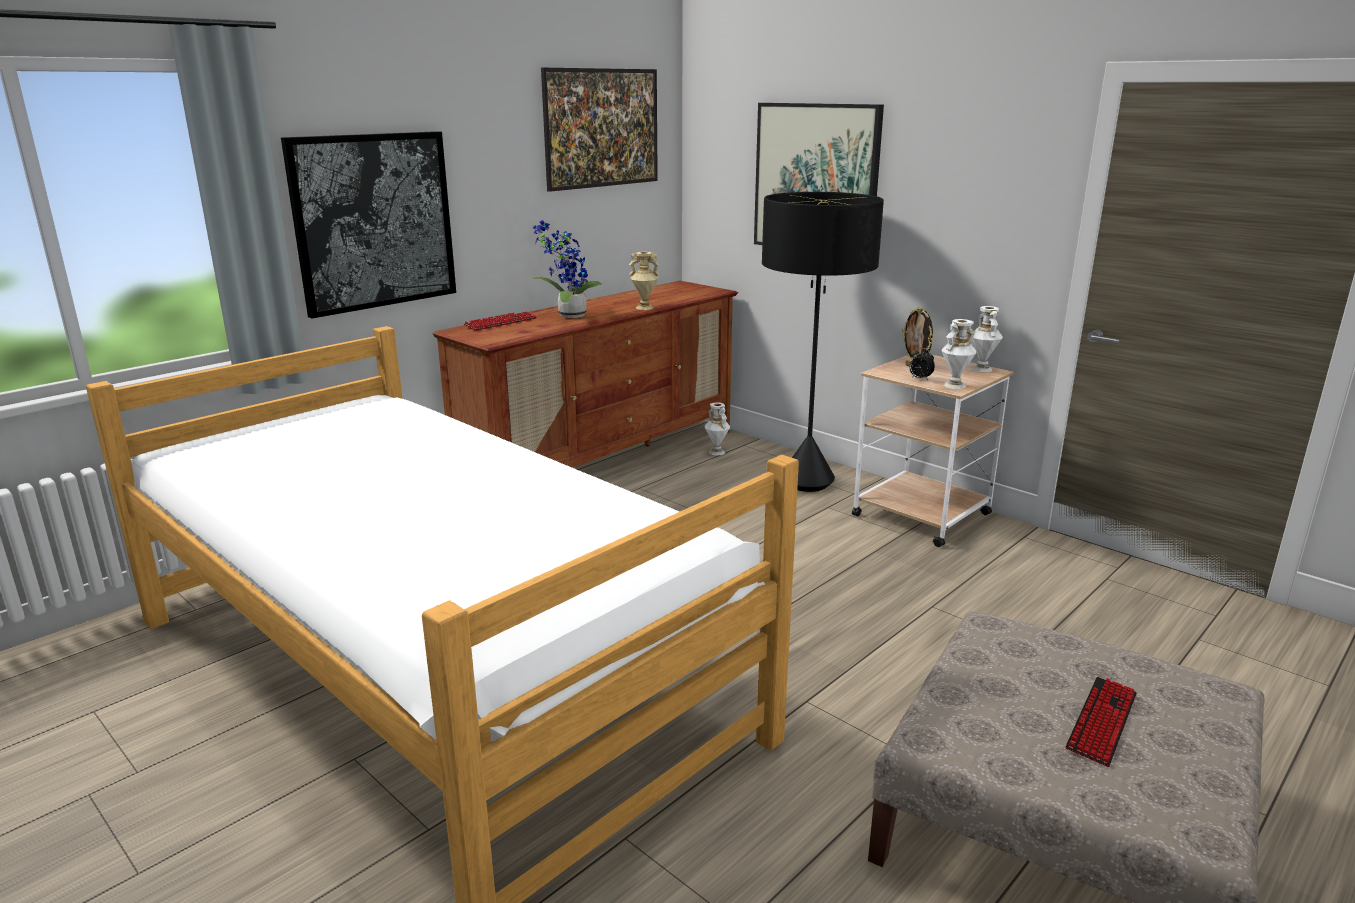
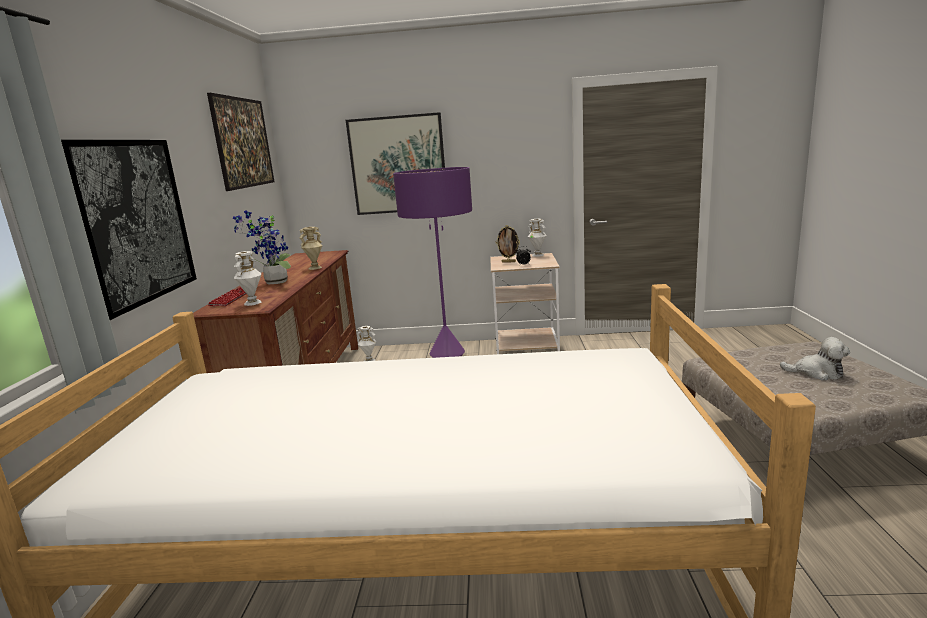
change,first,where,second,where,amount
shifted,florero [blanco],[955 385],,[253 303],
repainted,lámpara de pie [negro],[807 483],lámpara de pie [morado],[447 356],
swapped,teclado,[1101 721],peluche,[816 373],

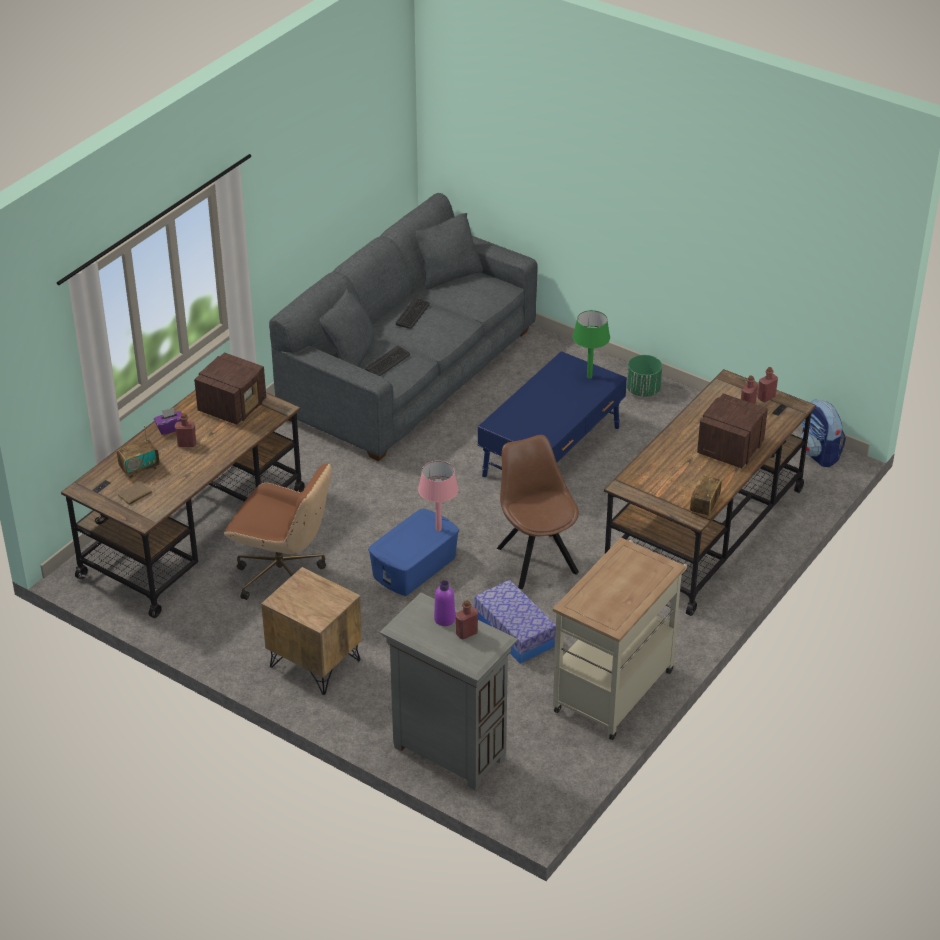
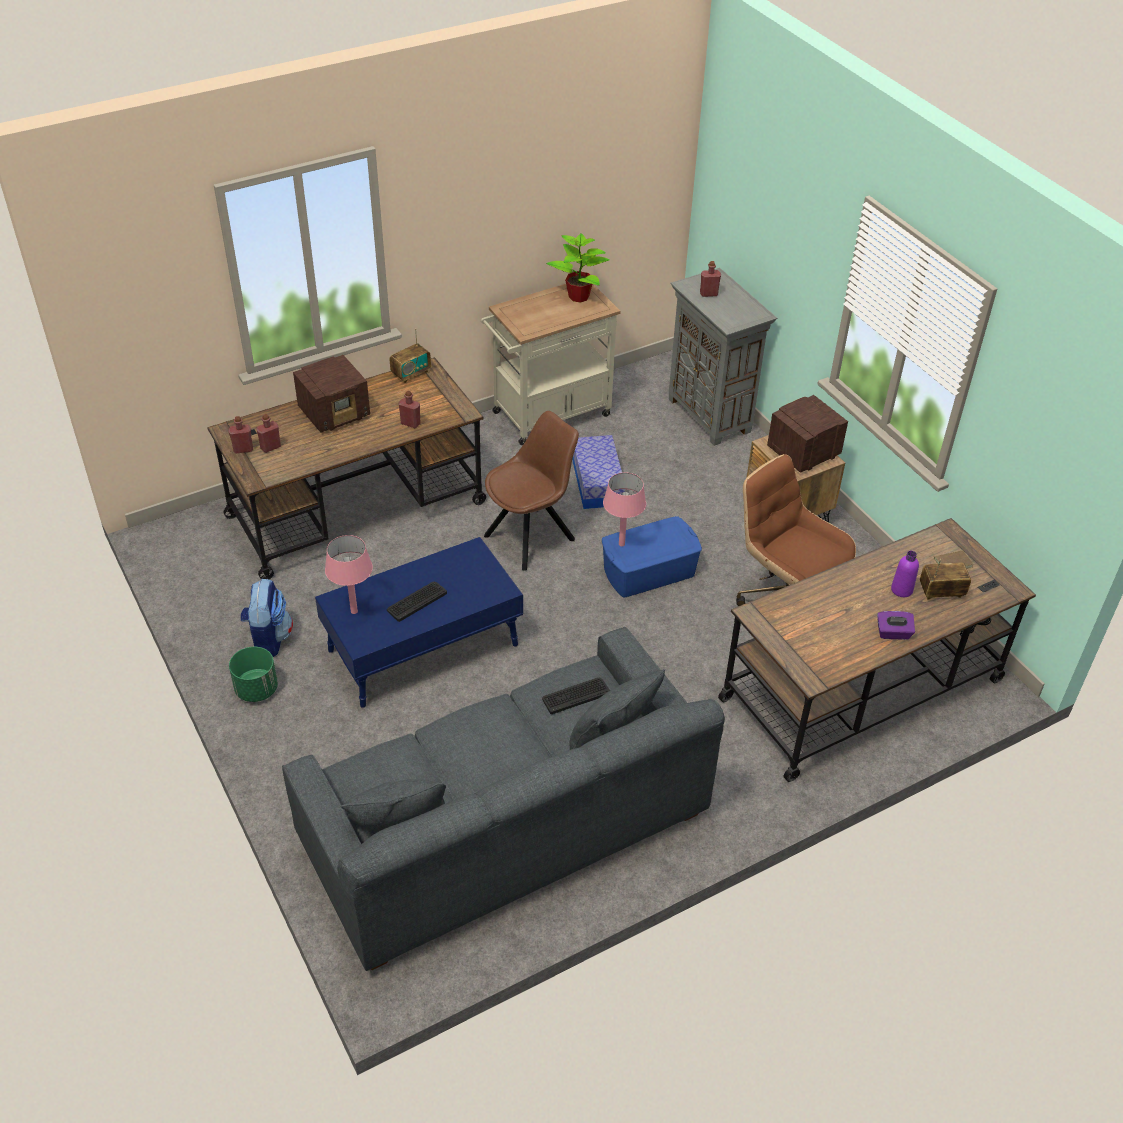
change,first,where,second,where,amount
shifted,mochila,[819 454],,[268 639],
repainted,lámpara de mesa [verde],[589 376],lámpara de mesa [rosa],[354 611],
shifted,teclado,[413 314],,[416 601],
shifted,botella [rojo],[187 444],,[410 423],
rotated,silla [marrón],[536 560],,[530 538],135 degrees counterclockwise
new,,,planta en maceta,[579 296],
shifted,radio,[233 406],,[802 452],
shifted,botella [morado],[444 619],,[901 590],

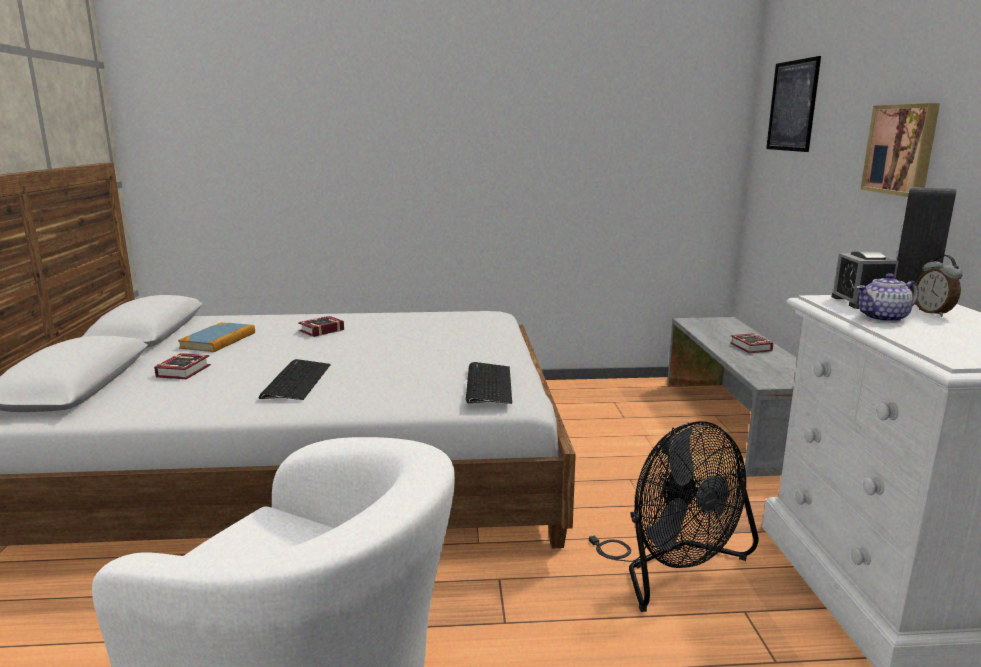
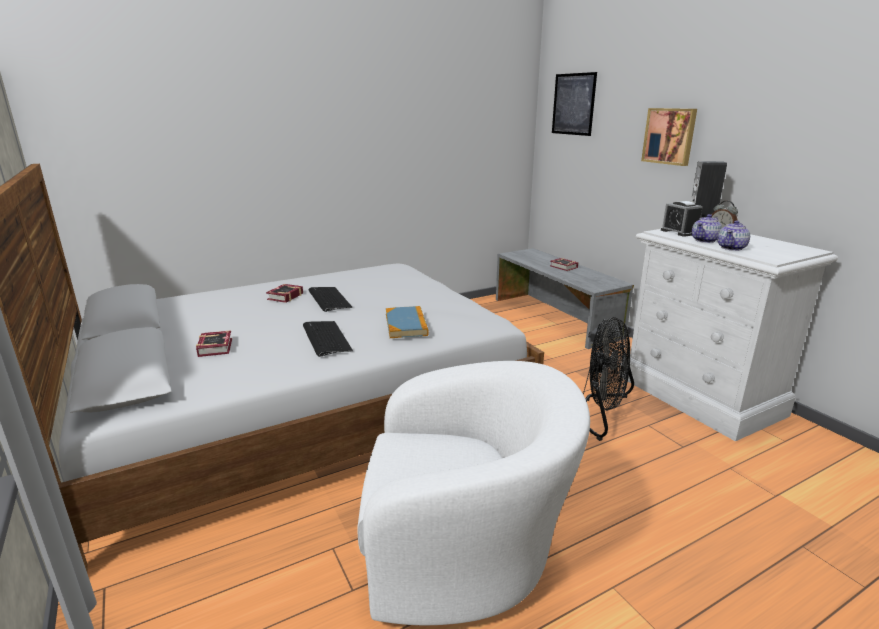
change,first,where,second,where,amount
shifted,teclado,[488 384],,[329 299],
shifted,libro,[218 340],,[406 325],
new,,,tetera,[731 248],

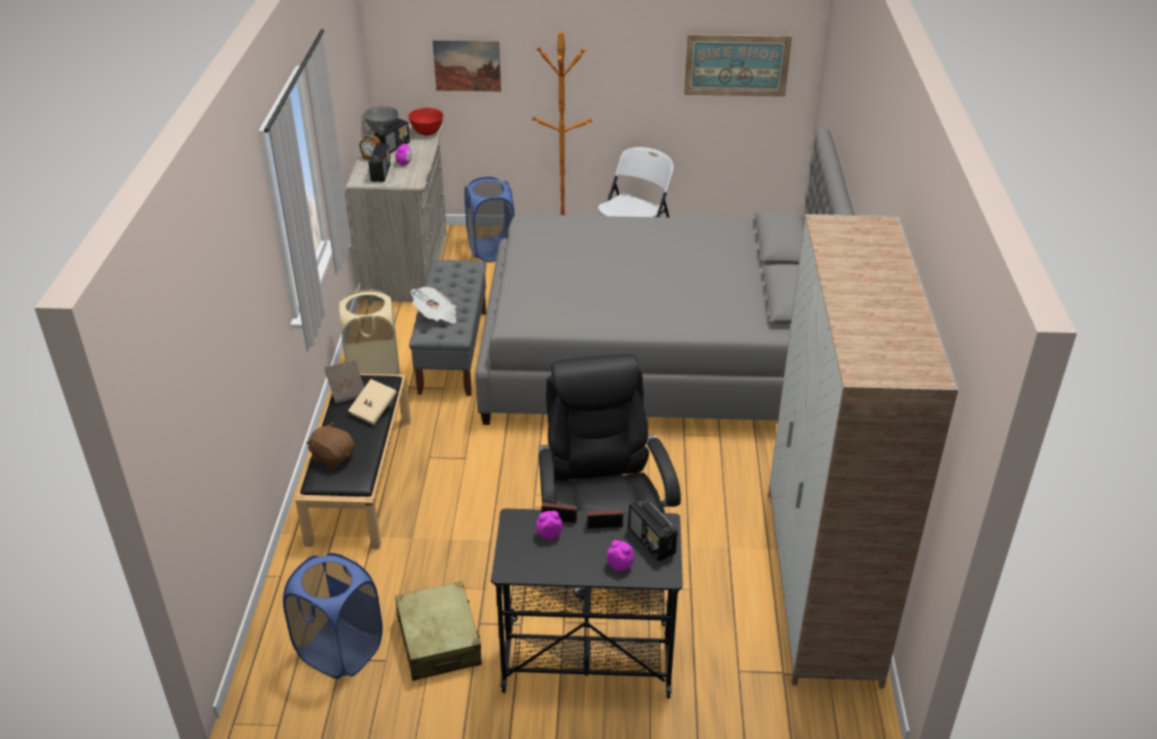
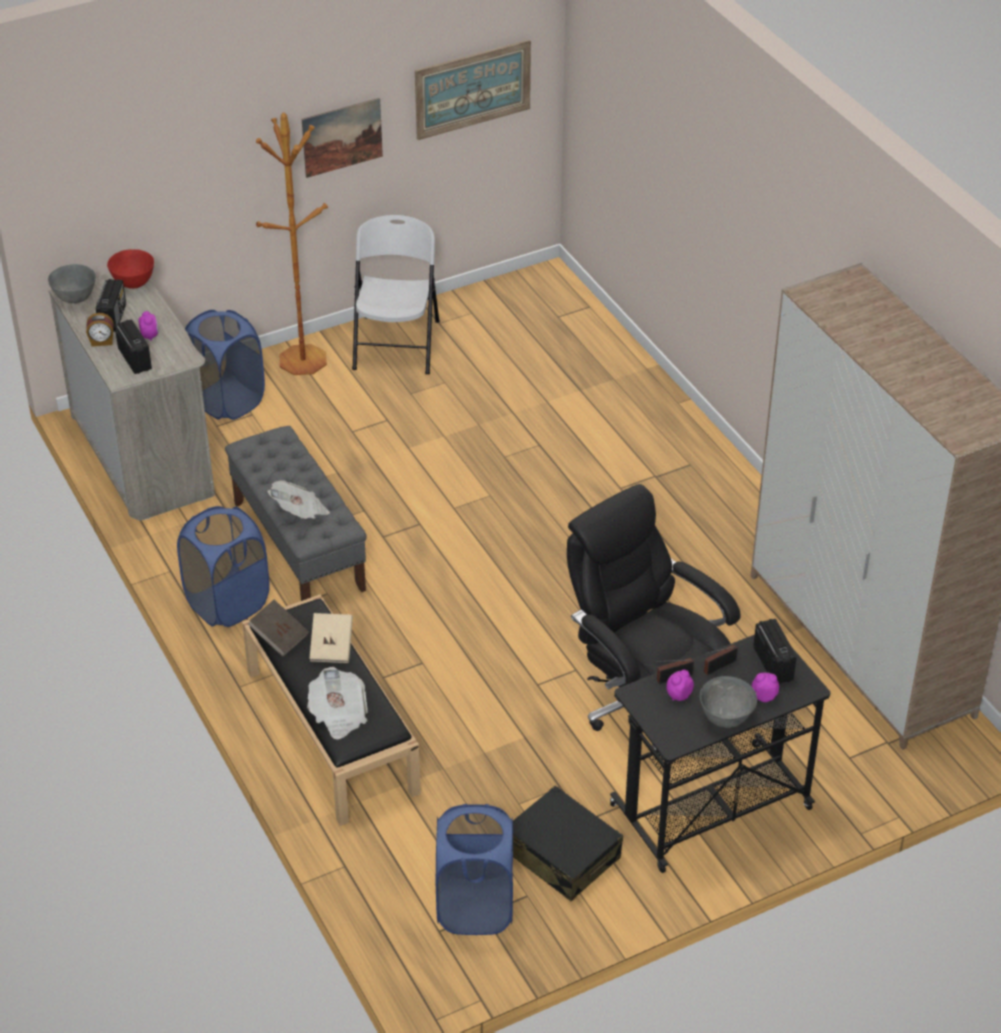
change,first,where,second,where,amount
repainted,cesto de la ropa [beis],[374 370],cesto de la ropa [azul],[228 603],
shifted,cuadro,[467 65],,[342 137],
swapped,peluche [marrón],[333 457],periódico,[338 715],
repainted,maleta [beis],[439 641],maleta [negro],[562 855],
new,,,cuenco [gris],[725 718],
rotated,radio,[652 542],,[773 663],135 degrees counterclockwise
gone,cama [gris],[656 357],,,

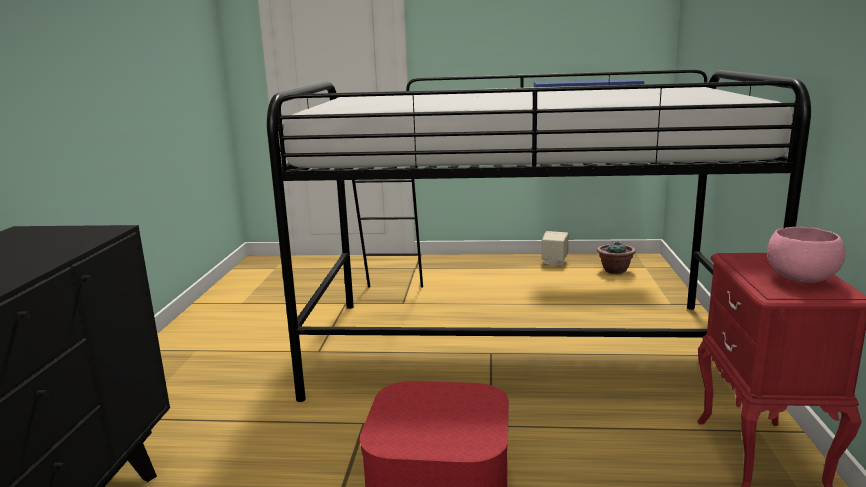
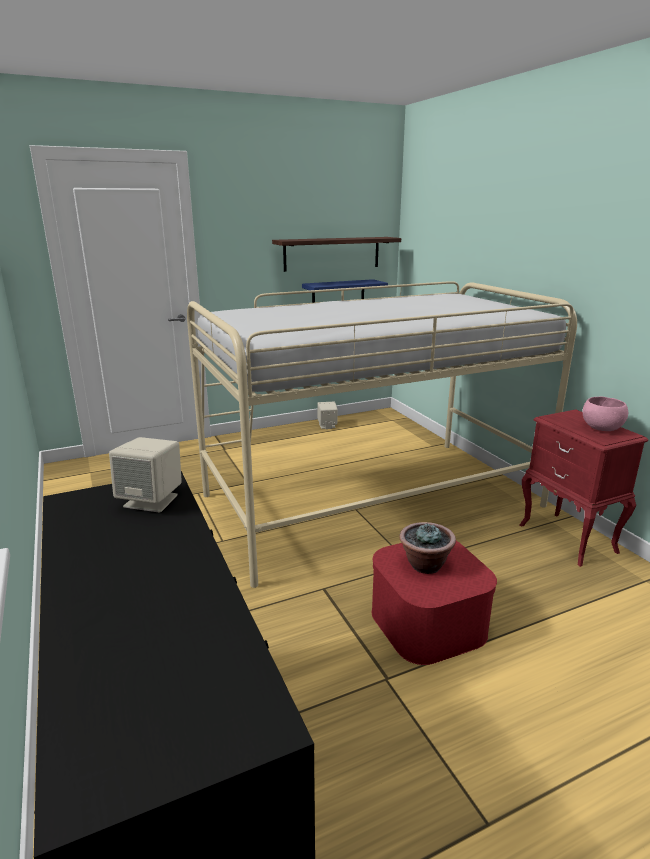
change,first,where,second,where,amount
new,,,altavoz [beis],[152 500],
repainted,cama [negro],[514 346],cama [beis],[366 500],
new,,,estante,[332 253],
shifted,planta en maceta,[614 271],,[425 565],

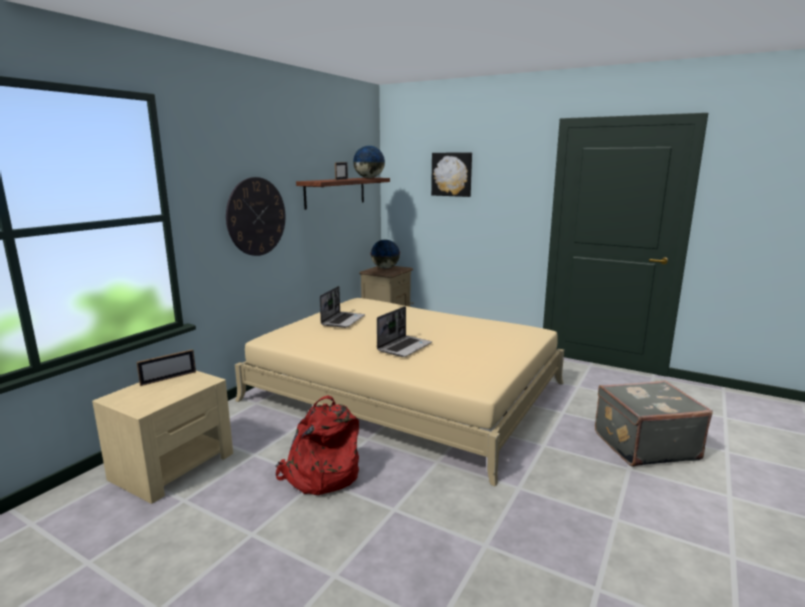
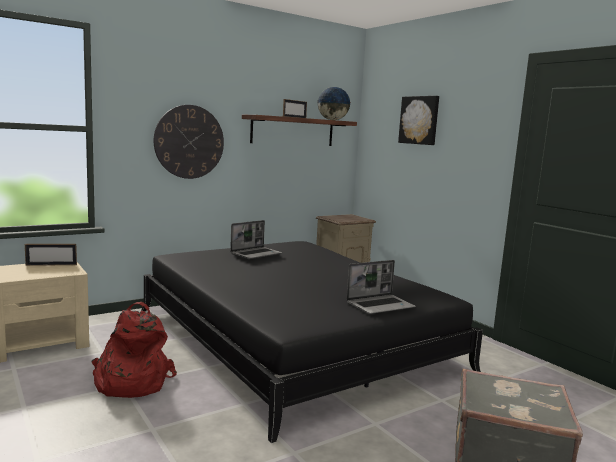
change,first,where,second,where,amount
repainted,cama [beis],[405 392],cama [negro],[293 338],
shifted,portátil,[404 347],,[380 305],
gone,globo terráqueo,[385 268],,,

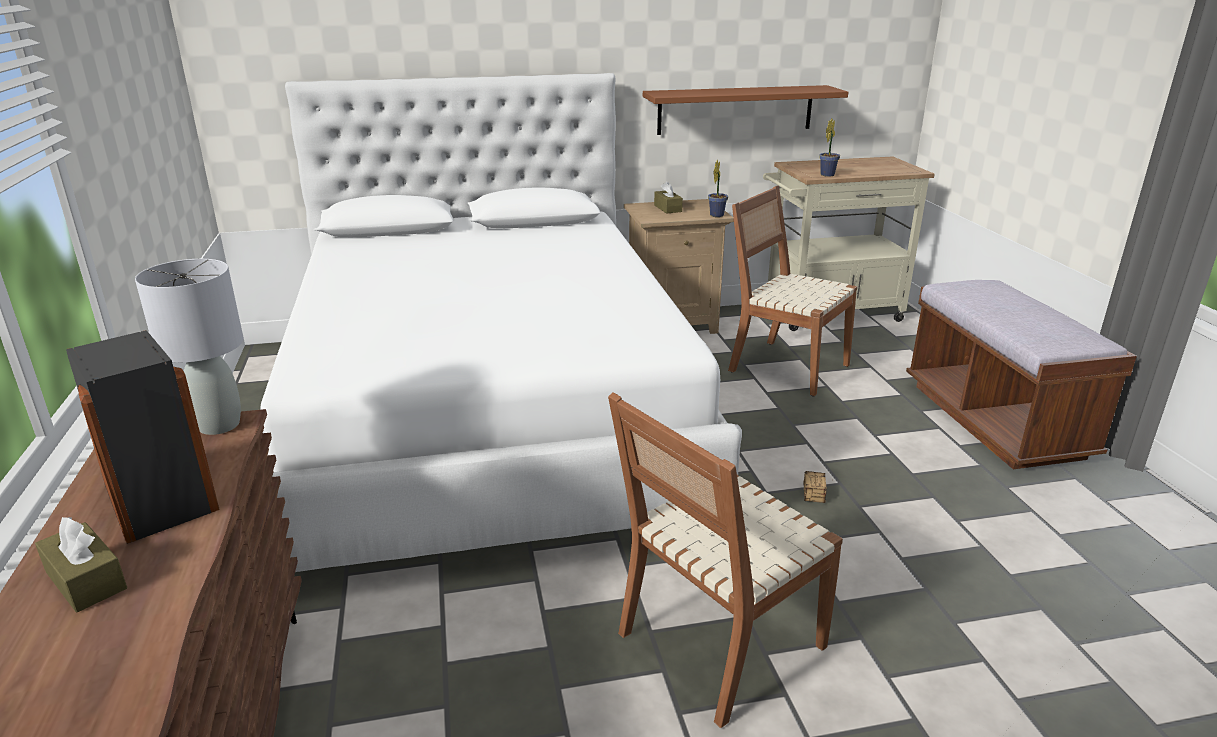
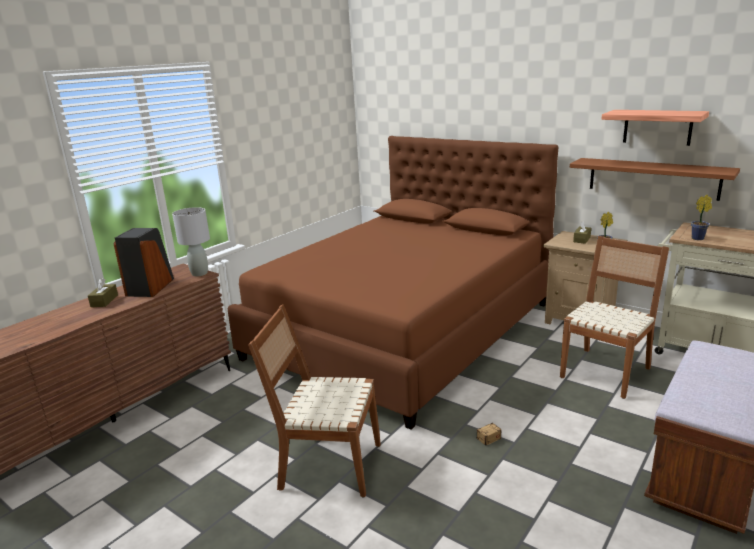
change,first,where,second,where,amount
repainted,cama [blanco],[490 417],cama [marrón],[403 330],
rotated,silla,[784 366],,[606 371],45 degrees clockwise
new,,,estante,[657 127],

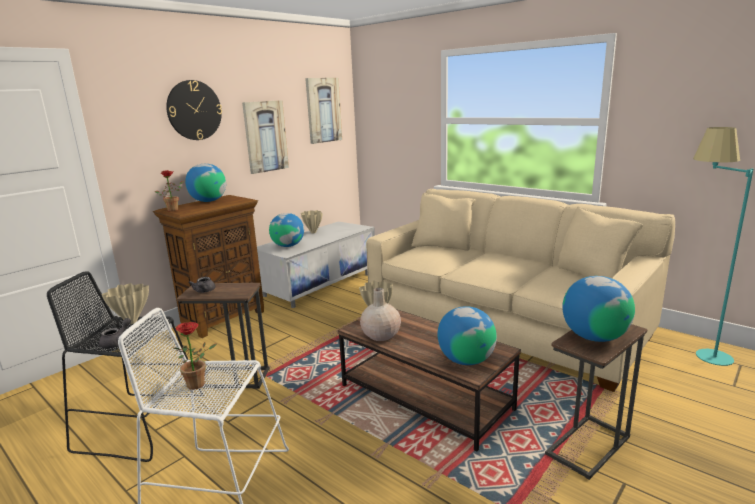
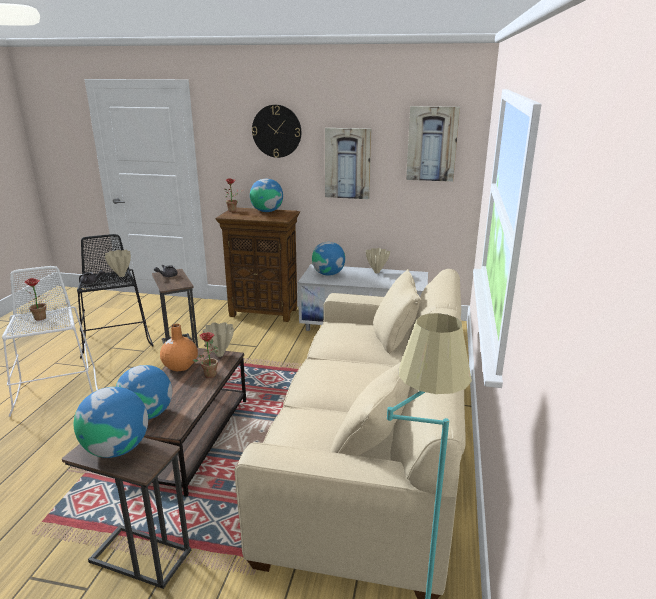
change,first,where,second,where,amount
repainted,florero [beis],[380 335],florero [naranja],[180 365],
new,,,planta en maceta,[210 373],

